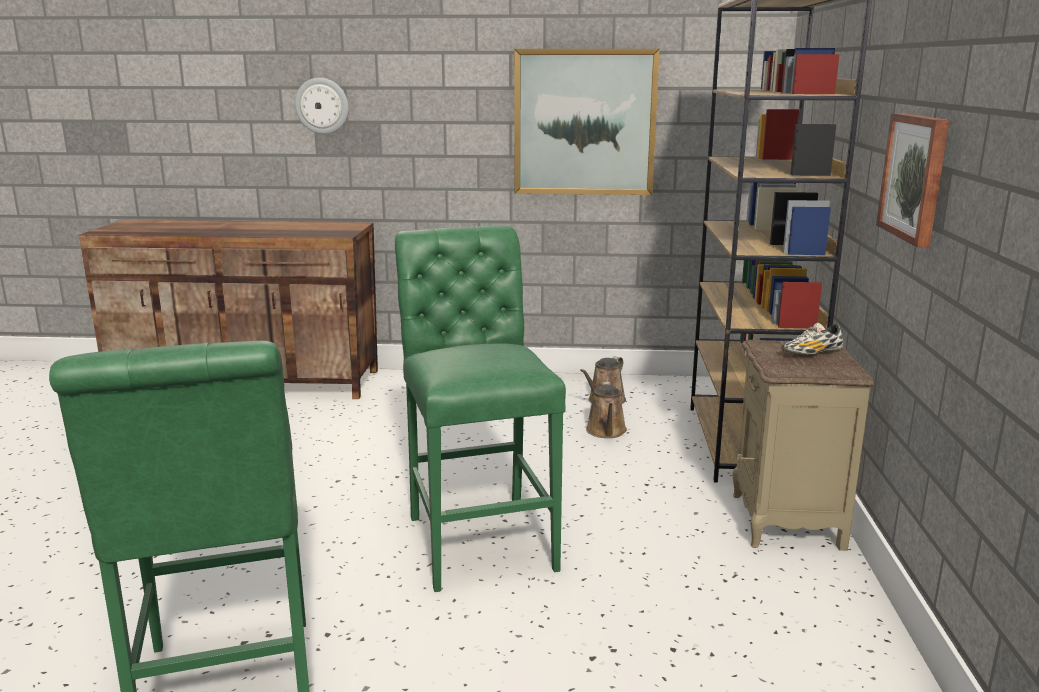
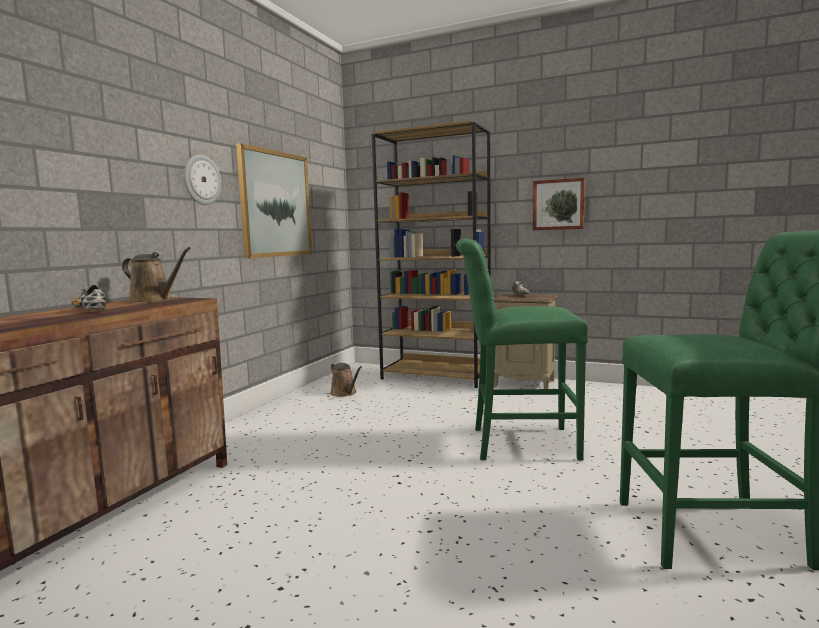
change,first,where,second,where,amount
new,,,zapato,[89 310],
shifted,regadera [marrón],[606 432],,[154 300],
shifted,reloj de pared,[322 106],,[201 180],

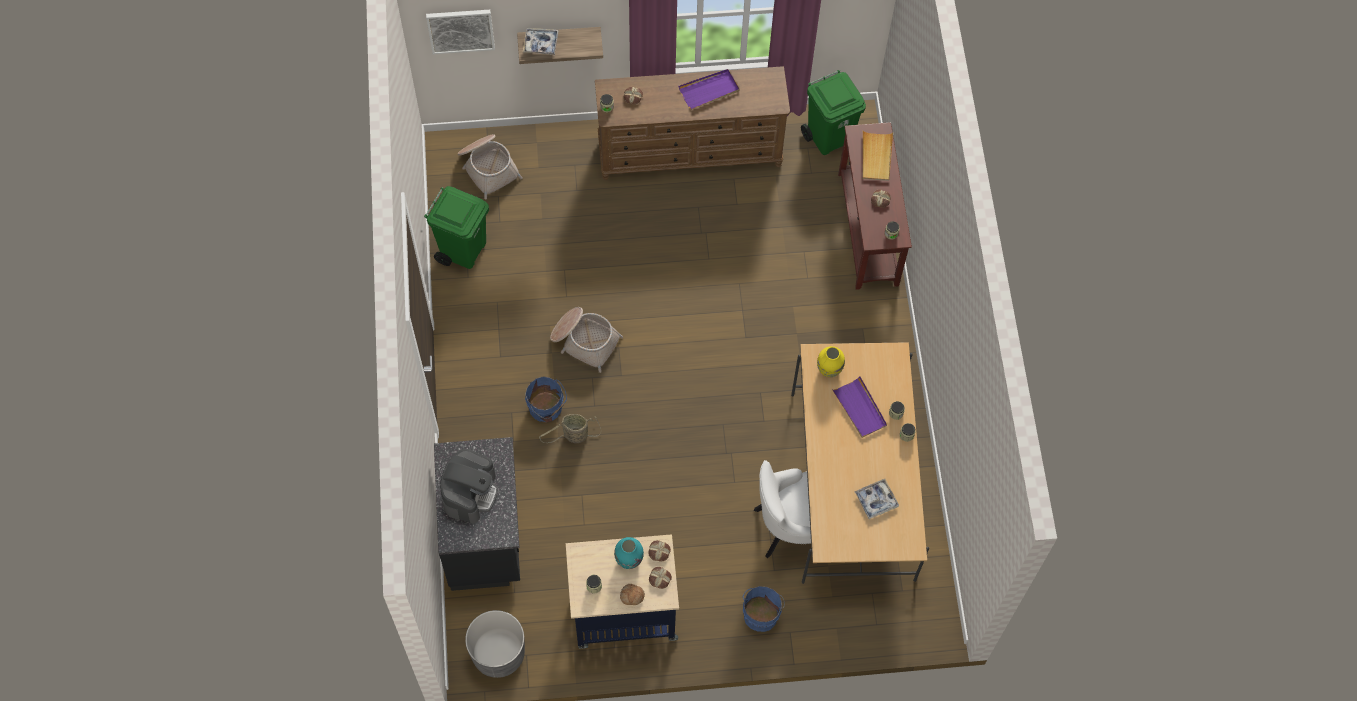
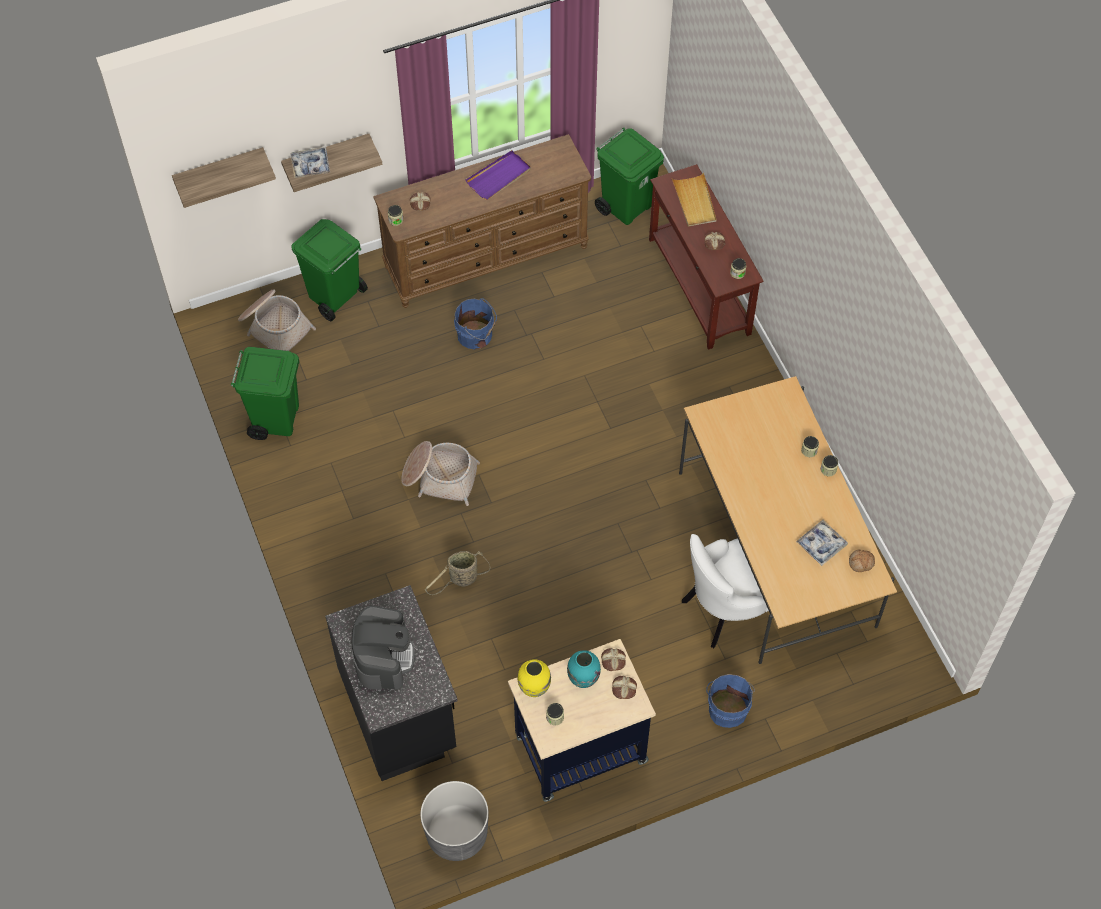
change,first,where,second,where,amount
swapped,cuadro,[460 30],estante,[220 171],
new,,,papelera [verde],[334 297],
shifted,cubo [azul],[546 408],,[476 335],
shifted,florero [amarillo],[829 370],,[534 687],
shifted,pan,[632 596],,[861 563],
gone,bandeja [morado],[859 408],,,

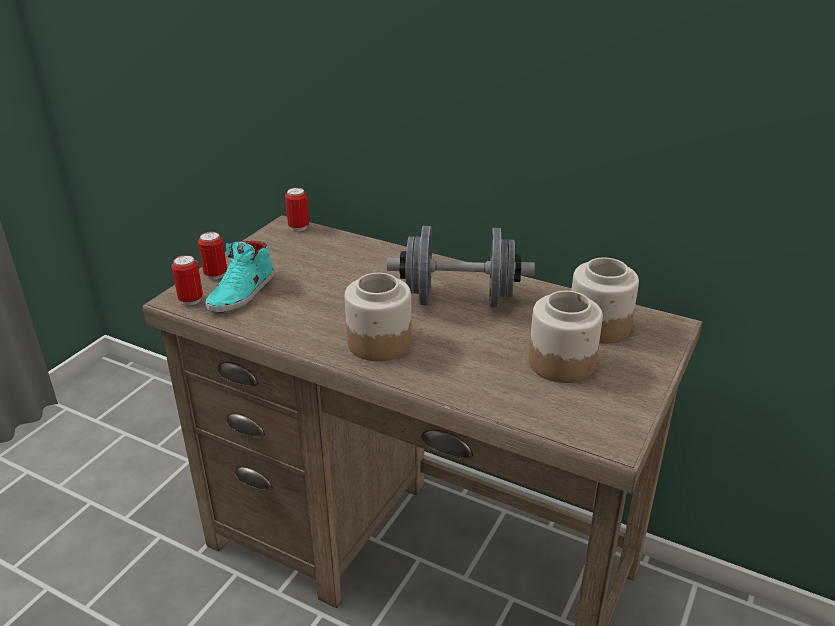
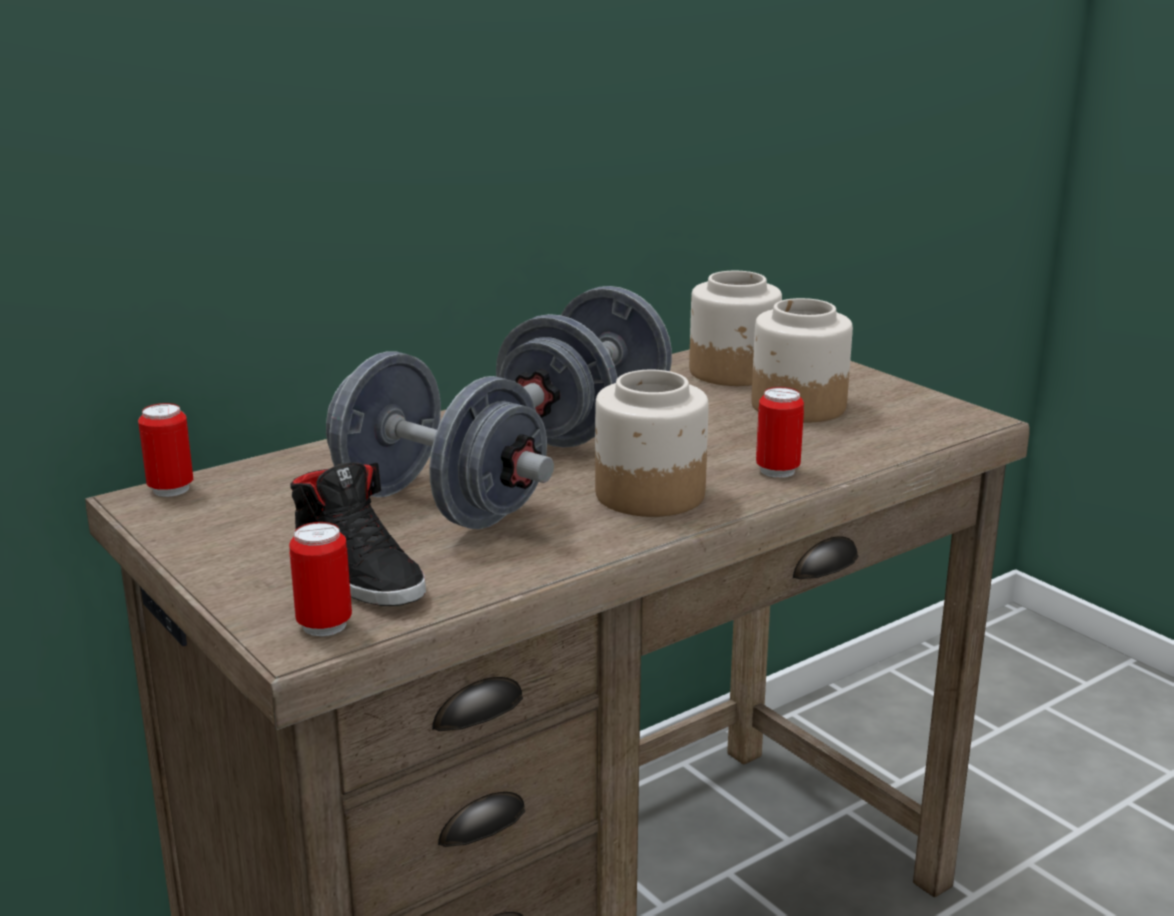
change,first,where,second,where,amount
repainted,zapato [turquesa],[242 293],zapato [negro],[361 573],
new,,,mancuerna [gris],[438 506],
shifted,lata,[215 275],,[777 471],

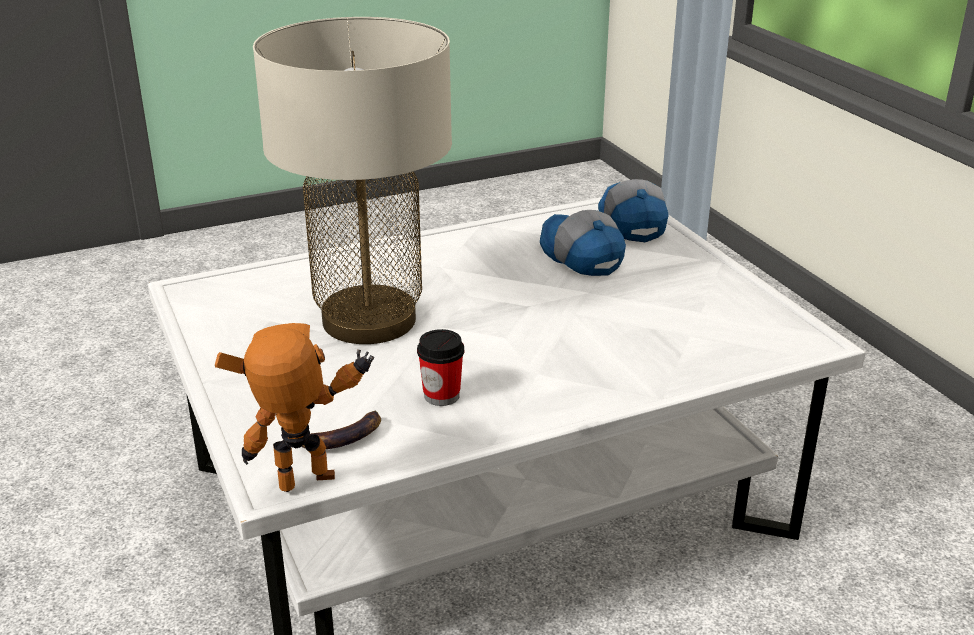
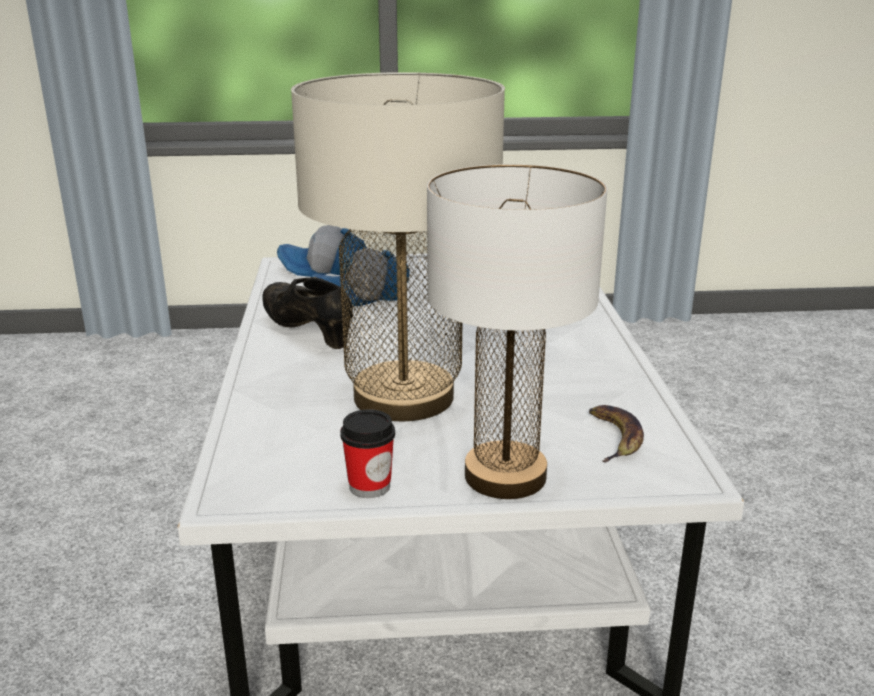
change,first,where,second,where,amount
new,,,zapato [negro],[308 332],
shifted,taza,[441 395],,[369 486],
new,,,lámpara de mesa,[506 475],
gone,robot de juguete,[310 488],,,

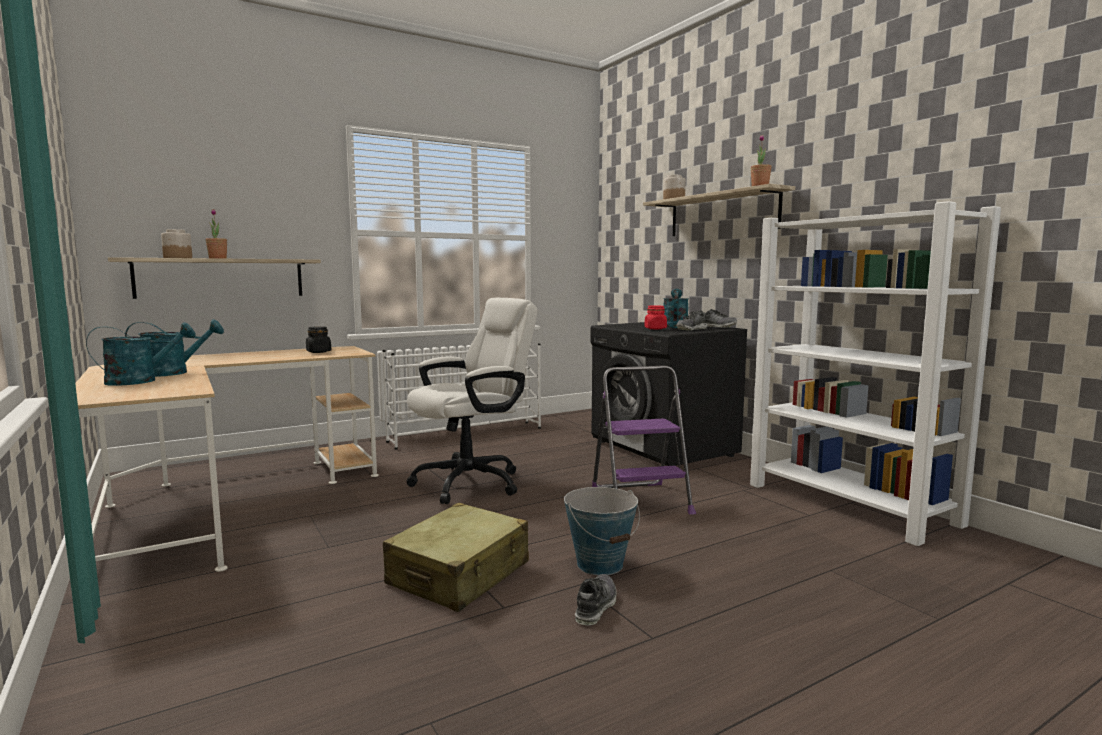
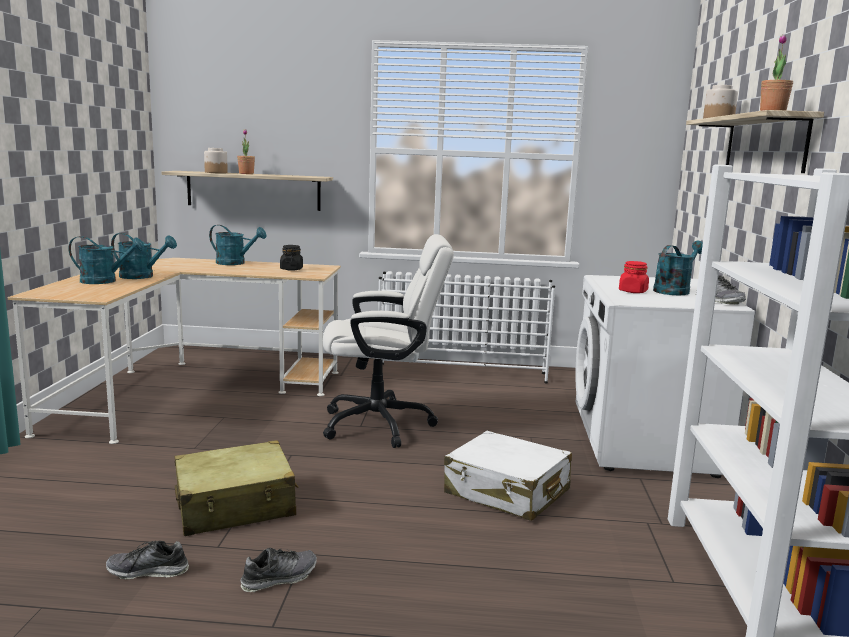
change,first,where,second,where,amount
shifted,zapato,[691 329],,[148 571],
new,,,regadera [turquesa],[235 263],
swapped,escalera de tijera [morado],[639 499],maleta [blanco],[507 492],
repainted,lavadora [negro],[662 449],lavadora [blanco],[641 443],
gone,cubo,[600 564],,,

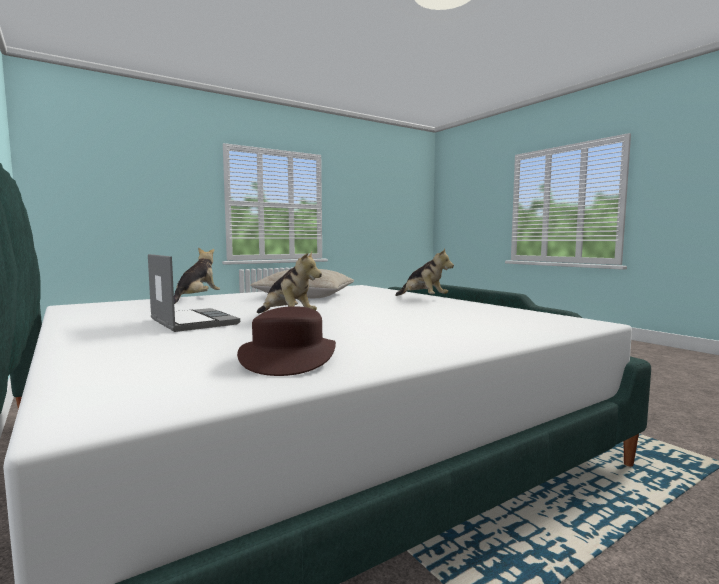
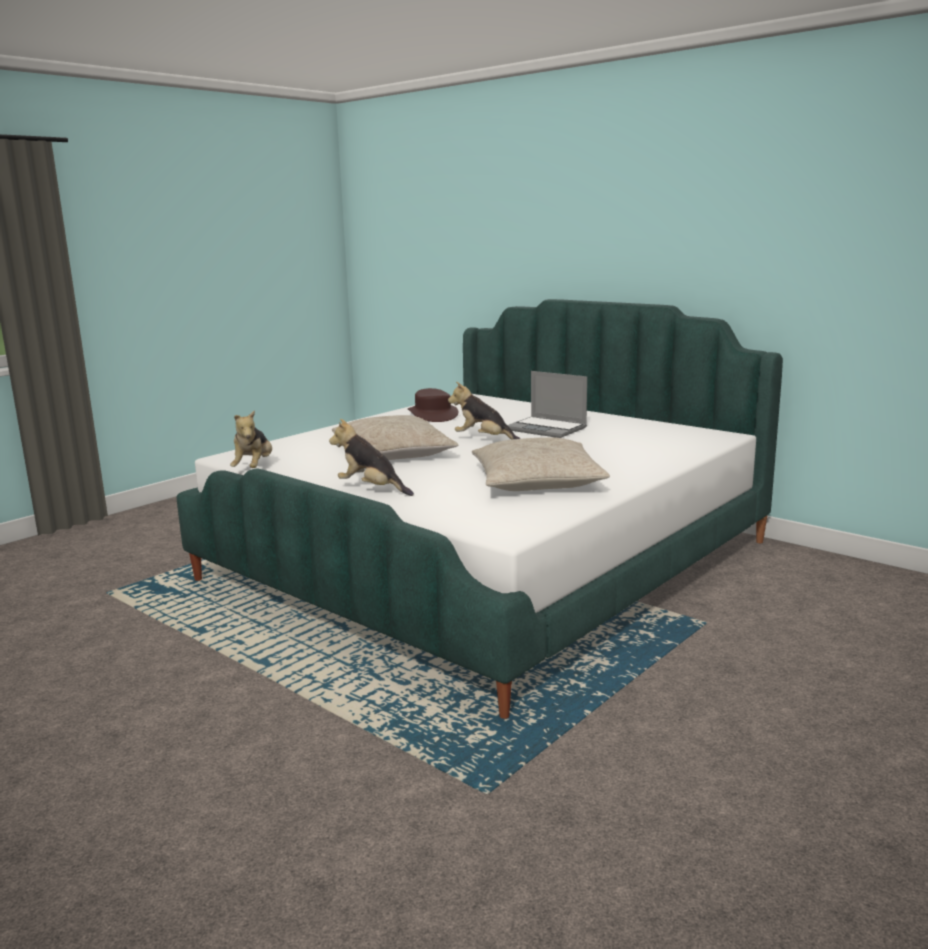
change,first,where,second,where,amount
shifted,peluche,[197 299],,[254 468],
new,,,cojín [beis],[393 453],

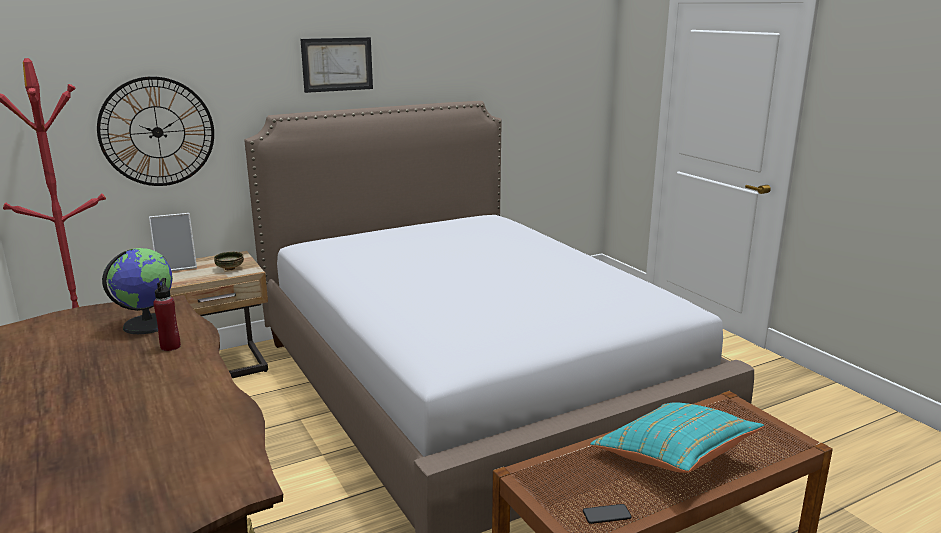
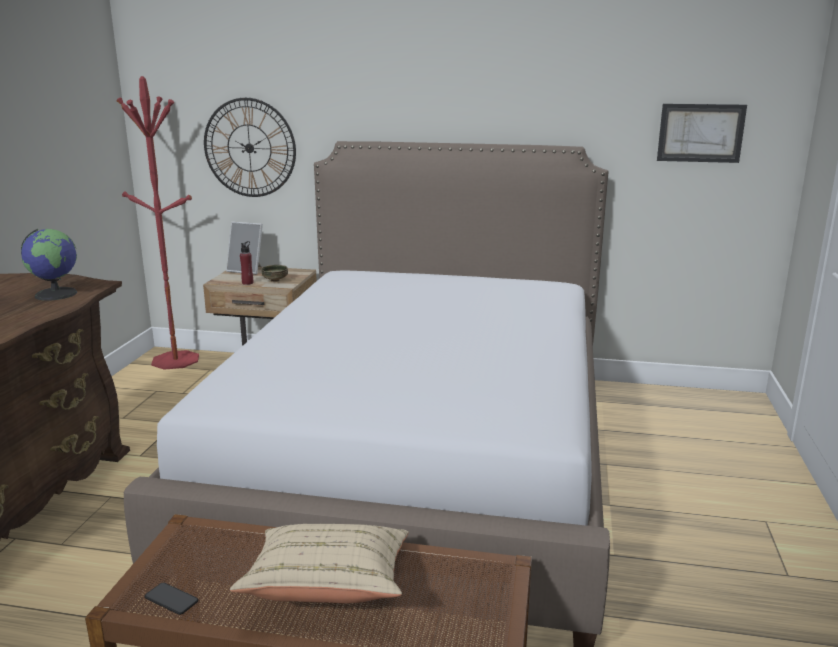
change,first,where,second,where,amount
repainted,cojín [turquesa],[673 457],cojín [beis],[328 587],
shifted,botella [rojo],[170 346],,[247 283],
shifted,cuadro,[337 64],,[700 133],

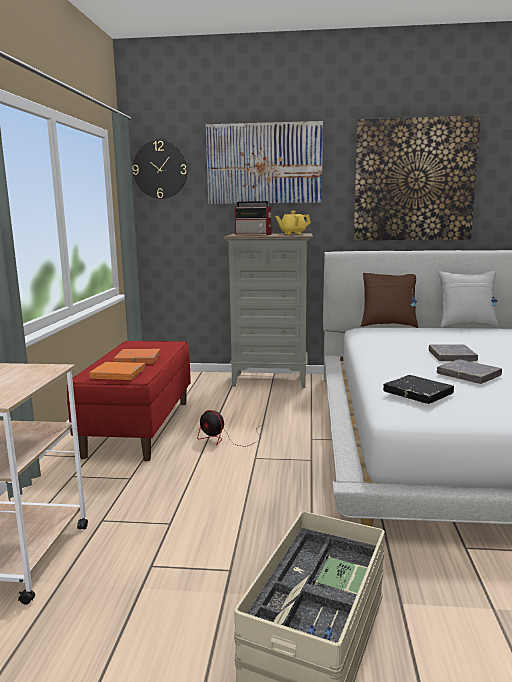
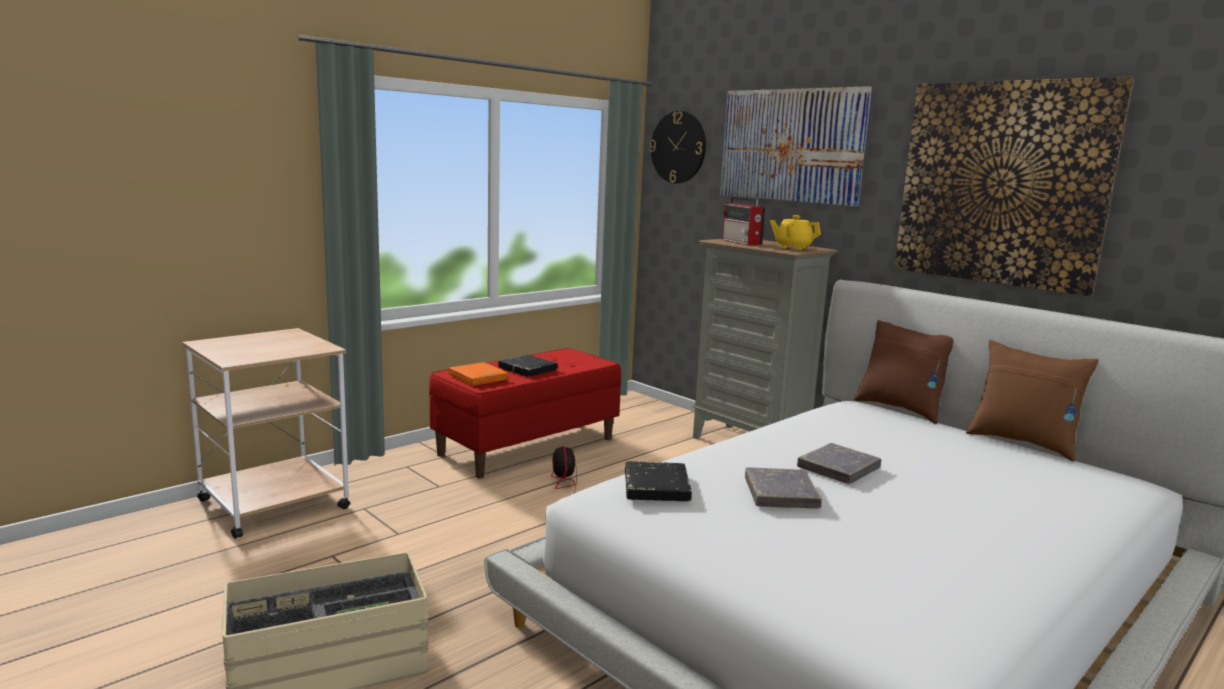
change,first,where,second,where,amount
repainted,libro [naranja],[137 360],libro [negro],[527 369],
repainted,cojín [gris],[466 326],cojín [marrón],[1021 443],

